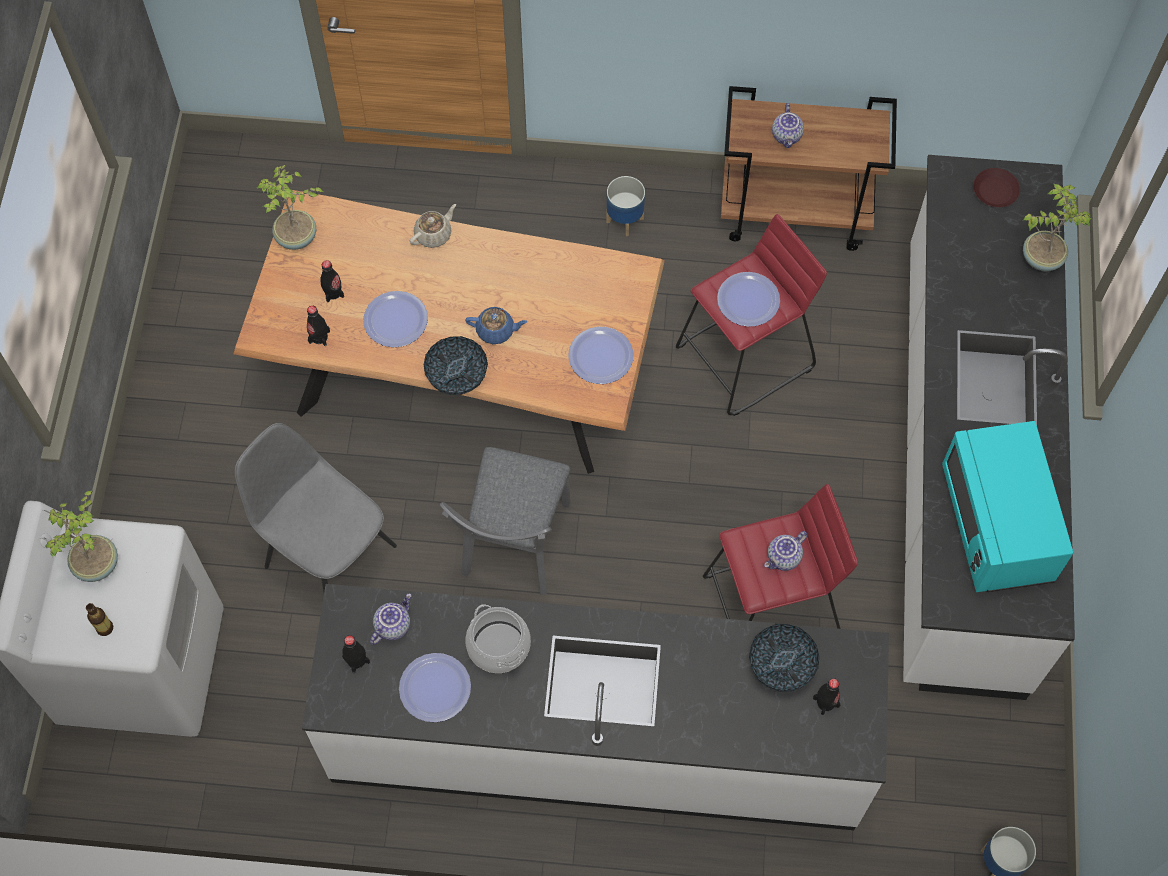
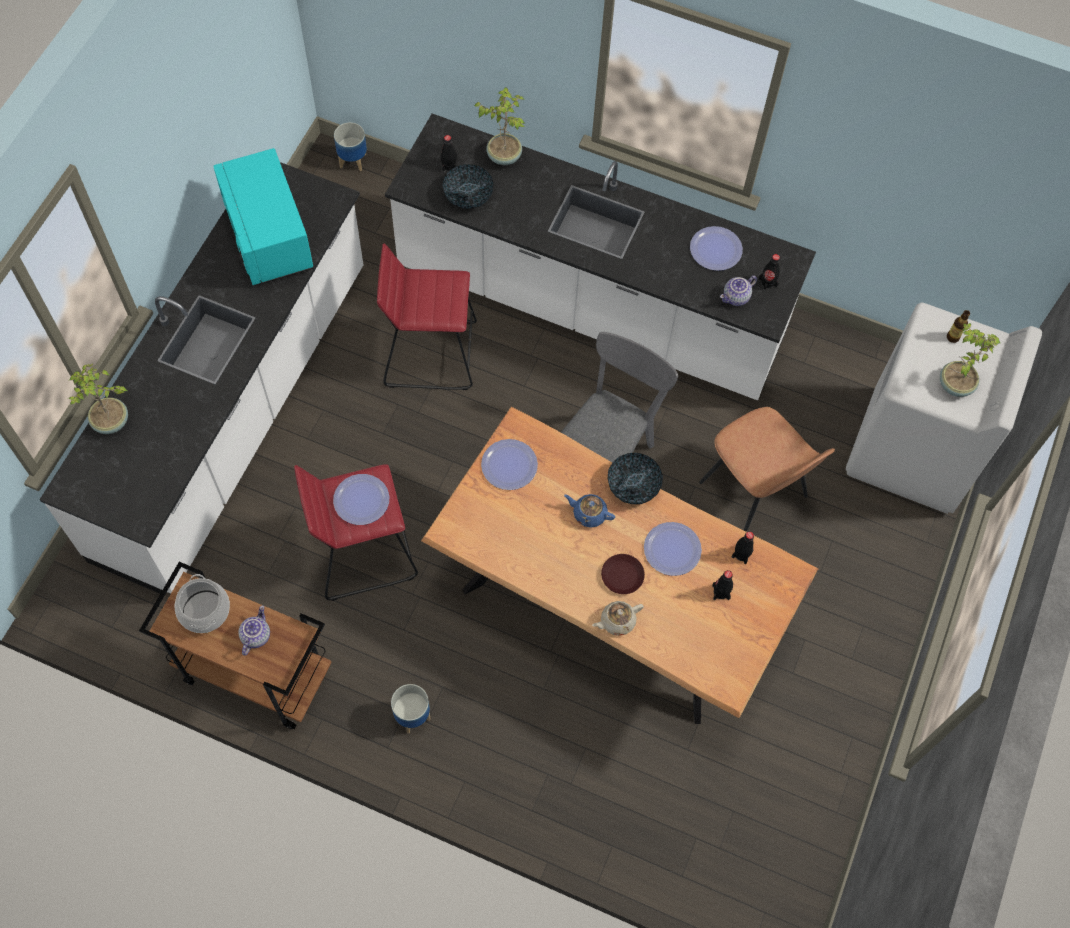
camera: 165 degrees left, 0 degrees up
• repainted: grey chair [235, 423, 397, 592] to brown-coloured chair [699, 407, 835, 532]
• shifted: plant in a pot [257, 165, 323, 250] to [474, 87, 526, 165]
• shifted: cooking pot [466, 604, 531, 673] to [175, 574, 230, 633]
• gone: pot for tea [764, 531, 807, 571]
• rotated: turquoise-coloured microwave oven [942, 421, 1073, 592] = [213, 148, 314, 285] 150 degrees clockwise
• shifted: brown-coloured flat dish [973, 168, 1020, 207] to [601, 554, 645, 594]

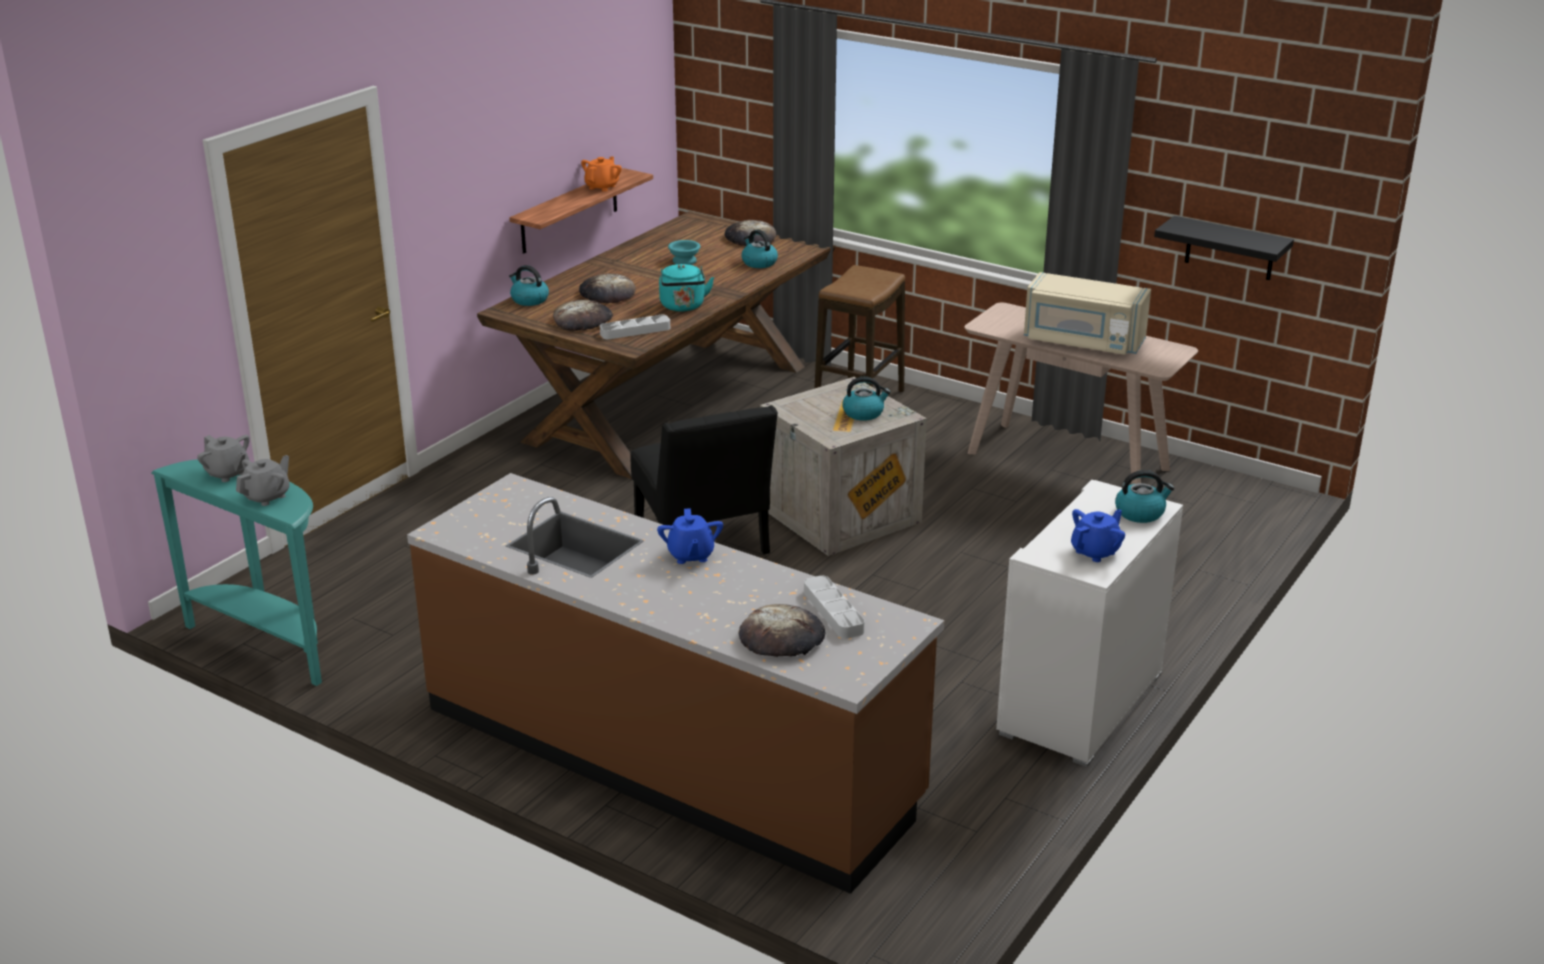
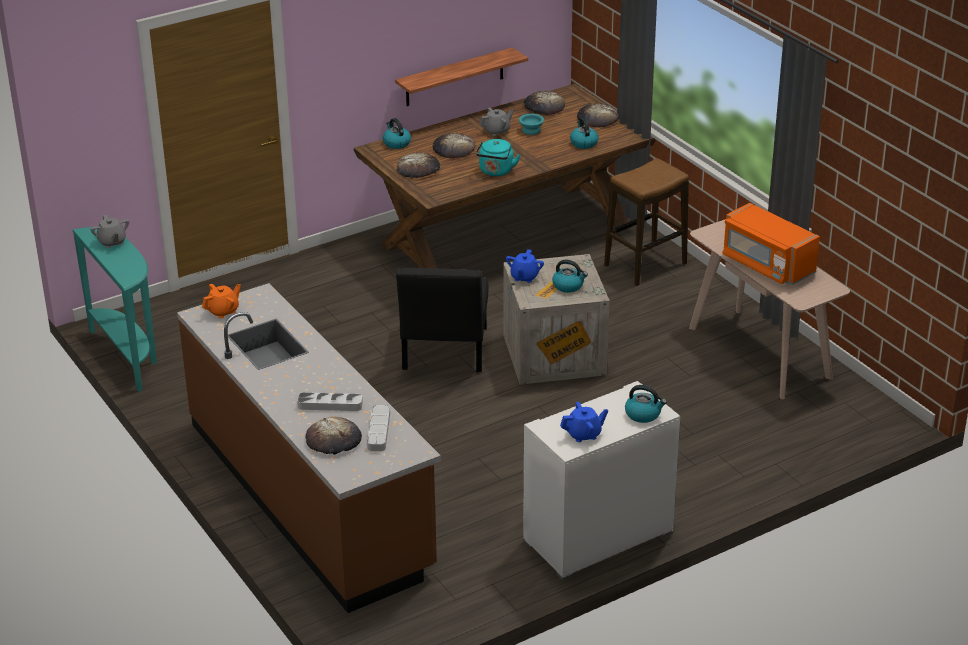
camera: 25 degrees right, 5 degrees up
• shifted: grey pot for tea [236, 455, 290, 506] to [480, 107, 514, 136]
• shifted: orange-coloured pot for tea [581, 156, 622, 192] to [202, 284, 241, 318]
• shifted: grey tray [600, 315, 670, 339] to [297, 392, 363, 411]
• shifted: blue pot for tea [657, 508, 723, 564] to [506, 249, 544, 283]
• repainted: beige microwave oven [1024, 272, 1151, 355] to orange-coloured microwave oven [722, 203, 820, 285]
• gone: black-coloured wall shelf [1154, 216, 1294, 280]
• new: bread [524, 91, 565, 115]

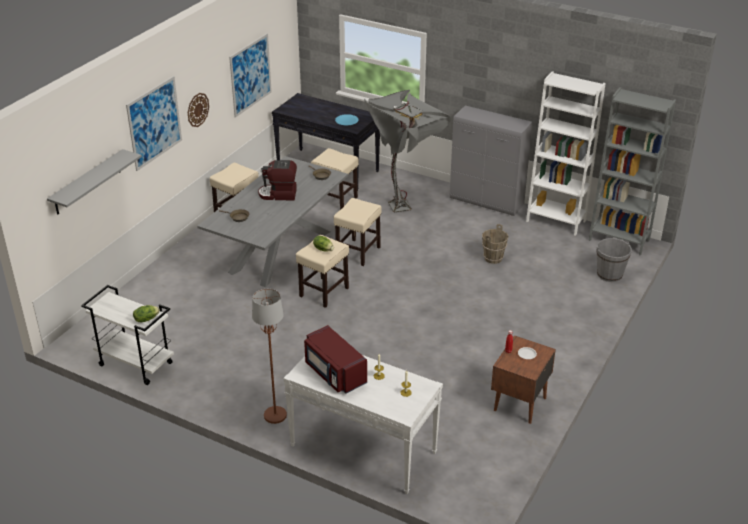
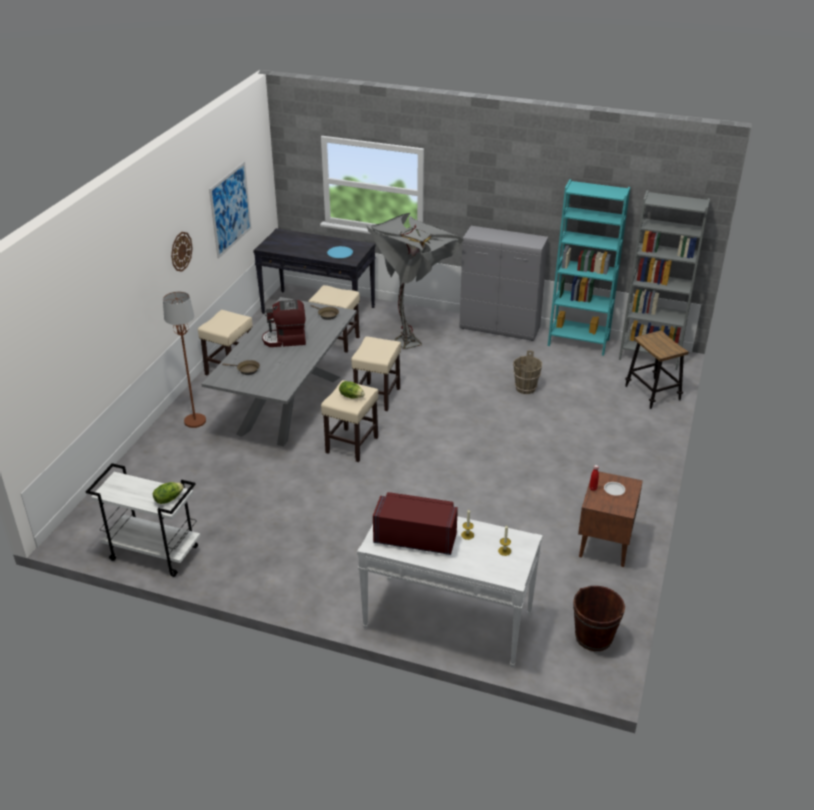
camera: 10 degrees left, 0 degrees up
• gone: grey wall shelf [47, 149, 142, 215]
• gone: picture [126, 76, 182, 171]
• shifted: brown-coloured floor lamp [252, 289, 287, 424] to [163, 291, 206, 428]
• rotated: red-coloured microwave oven [304, 325, 367, 394] = [373, 492, 458, 555] 150 degrees clockwise
• repainted: white-coloured shelving unit [526, 71, 606, 236] to turquoise-coloured shelving unit [548, 179, 630, 356]
• swapped: grey bucket [597, 238, 632, 282] to stool [625, 330, 689, 409]
• new: brown-coloured bucket [573, 586, 625, 651]

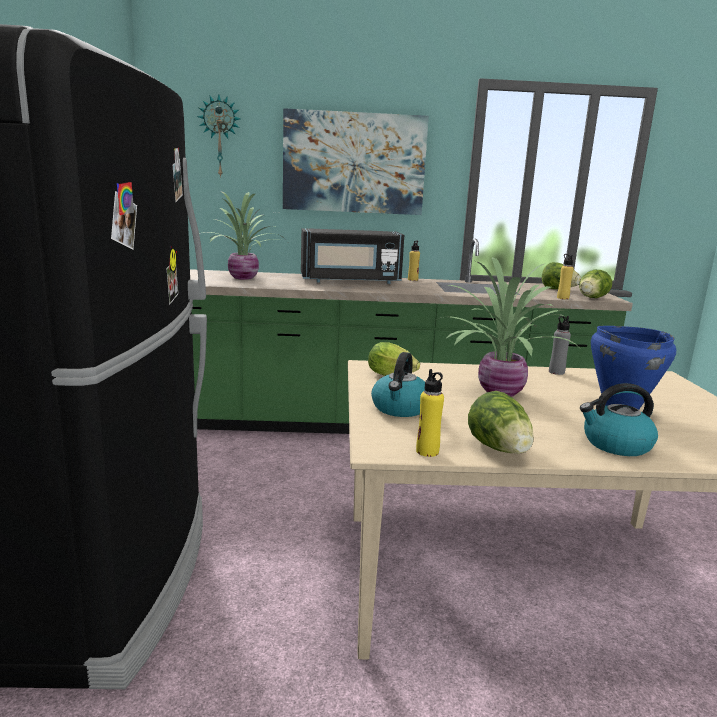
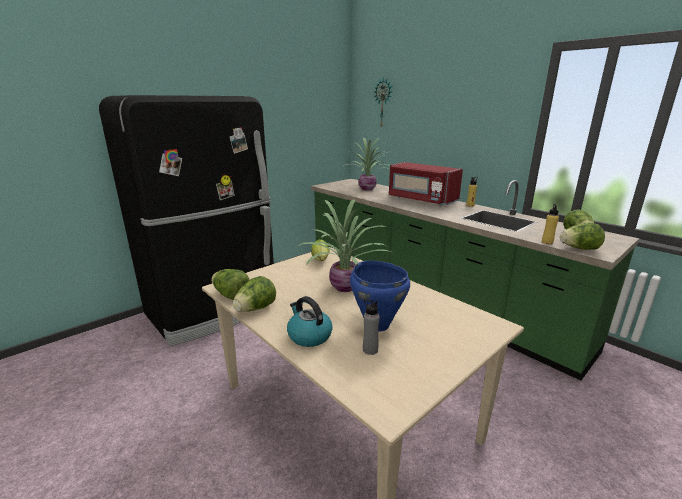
camera: 50 degrees right, 5 degrees up
• gone: picture [283, 108, 429, 215]
• repainted: black-coloured microwave oven [301, 228, 404, 284] to red-coloured microwave oven [389, 162, 463, 206]
• gone: kettle [371, 352, 425, 417]
• swapped: yellow bottle [416, 369, 444, 457] to head of lettuce [211, 269, 250, 300]
• shifted: grey bottle [549, 316, 571, 375] to [363, 299, 380, 355]

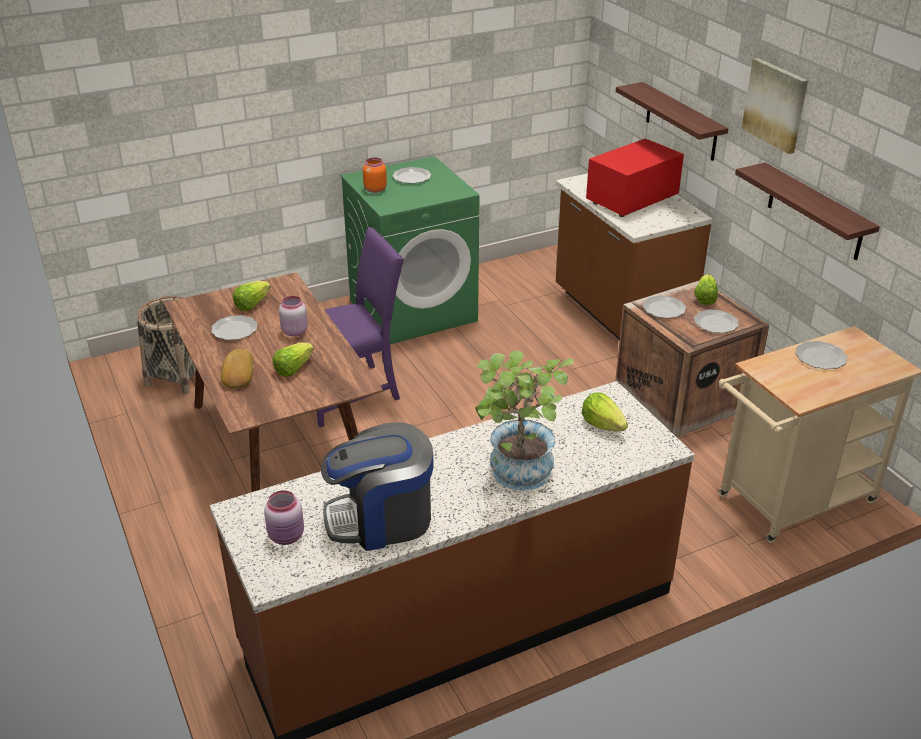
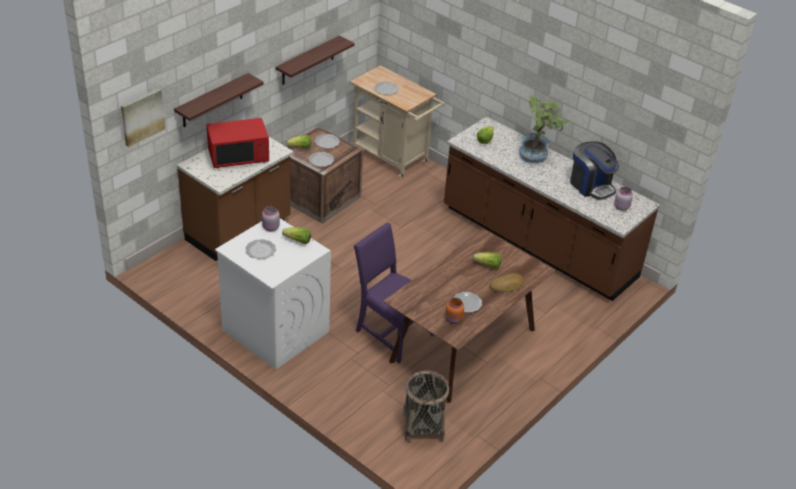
camera: 115 degrees left, 5 degrees up
• shifted: head of lettuce [233, 281, 271, 311] to [282, 227, 311, 244]
• shifted: pinkish preserve jar [279, 296, 308, 336] to [262, 206, 280, 232]
• repainted: green-coloured laundry machine [340, 156, 479, 344] to white-coloured laundry machine [215, 218, 331, 370]
• shifted: orange-coloured preserve jar [363, 157, 387, 193] to [445, 298, 464, 324]
• rotated: red-coloured microwave oven [586, 138, 684, 217] = [206, 118, 269, 168] 45 degrees counterclockwise
• shifted: picture [742, 58, 808, 154] to [121, 88, 165, 147]

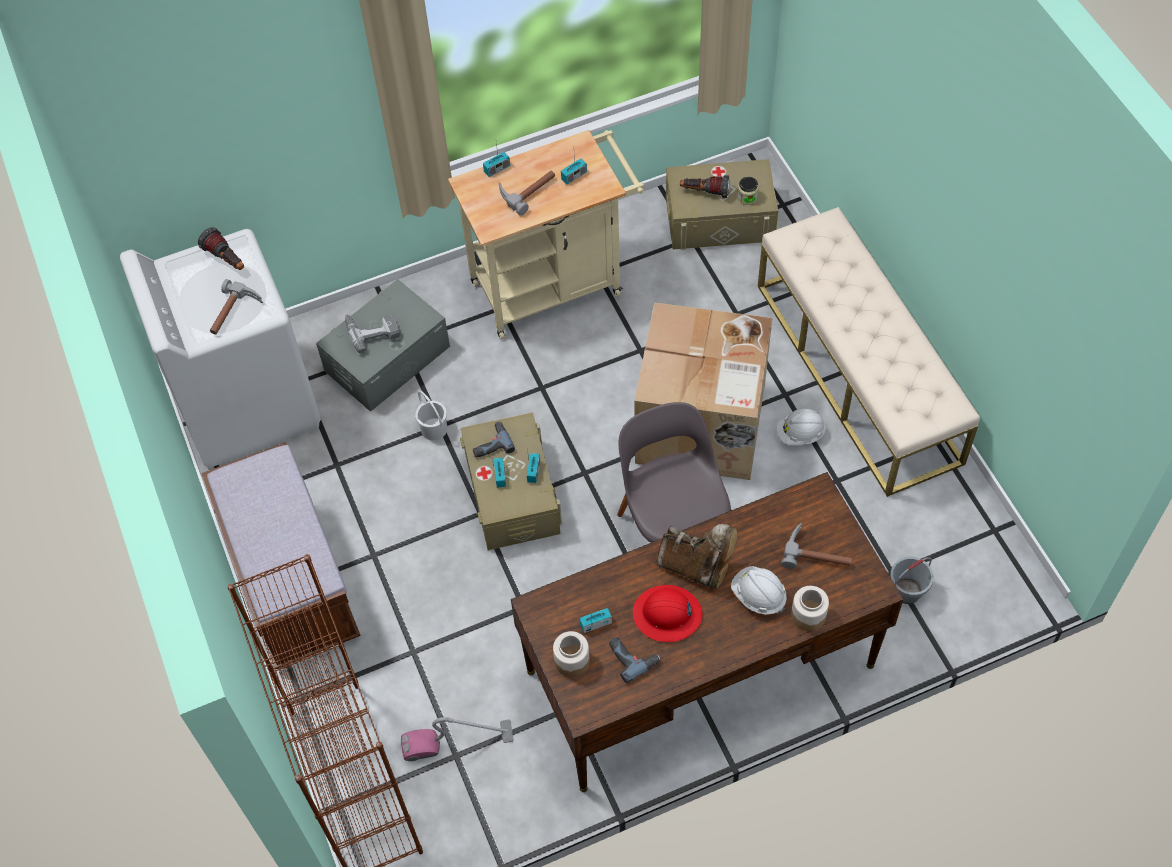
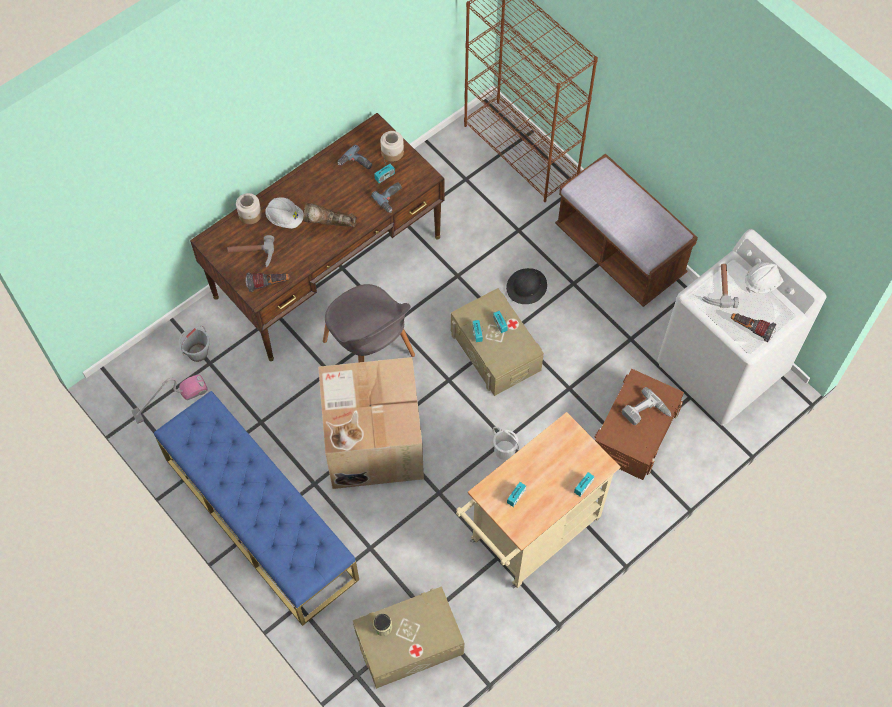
camera: 160 degrees right, 5 degrees up
• repainted: grey storage container [316, 279, 450, 412] to brown-coloured storage container [595, 368, 684, 480]
• shifted: vacuum [401, 717, 514, 761] to [131, 375, 208, 423]
• shifted: white-coloured bucket [415, 391, 448, 440] to [492, 427, 520, 460]
• shifted: drill [473, 421, 515, 458] to [371, 182, 402, 213]
• gone: hammer [499, 171, 555, 216]
• gone: red-coloured hard hat [633, 585, 703, 642]
• shifted: torch [680, 175, 731, 198] to [246, 273, 290, 292]
• repainted: beige bench [758, 207, 980, 497] to blue bench [154, 391, 359, 626]
• shifted: white-coloured hard hat [777, 408, 826, 445] to [745, 262, 784, 293]
• new: black-coloured hard hat [506, 268, 547, 304]

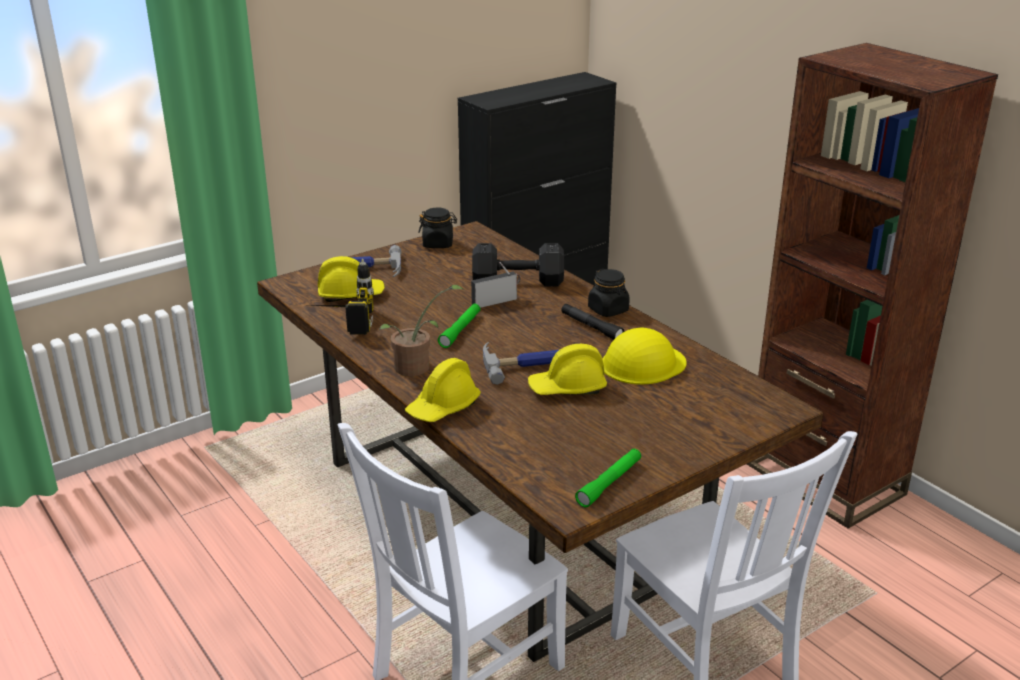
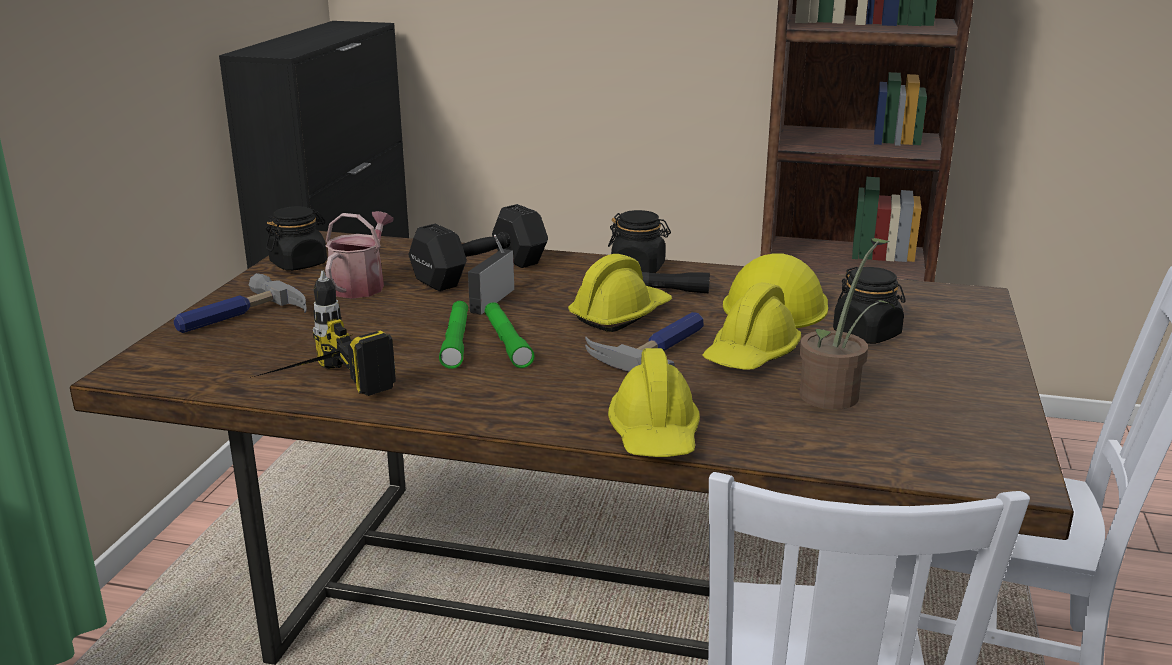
camera: 40 degrees left, 5 degrees down
• shifted: yellow hard hat [318, 256, 385, 302] to [568, 254, 672, 332]
• shifted: plant in a pot [379, 285, 464, 376] to [799, 238, 895, 410]
• shifted: green-coloured torch [575, 449, 641, 507] to [439, 301, 468, 369]
• new: watering pot [325, 211, 393, 298]
• new: black-coloured preserve jar [833, 267, 906, 344]

